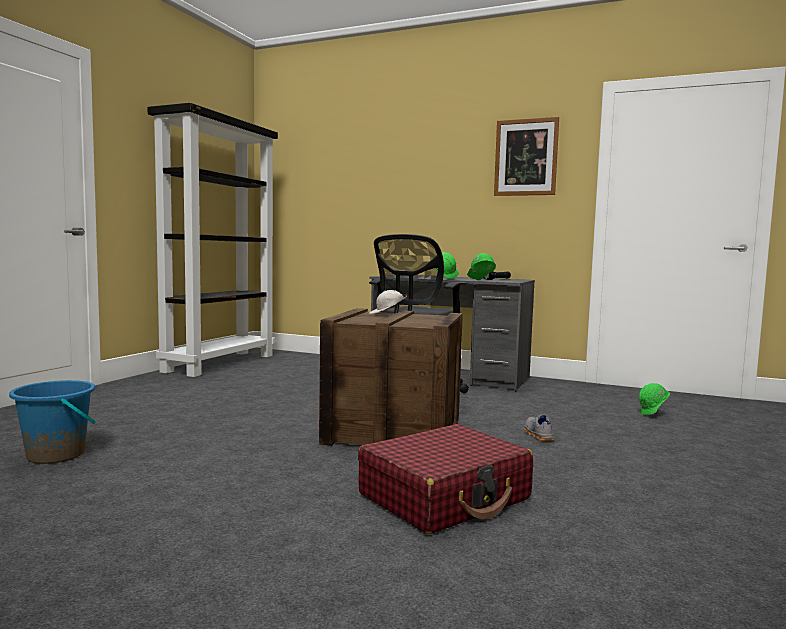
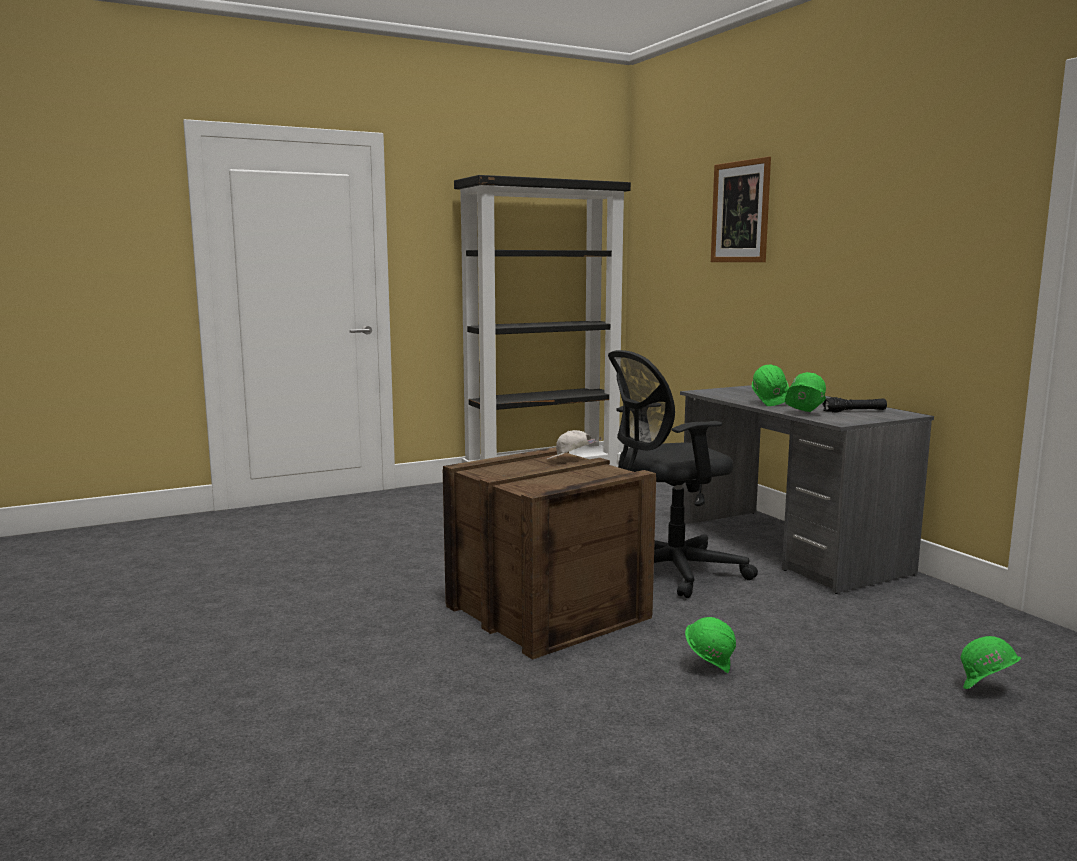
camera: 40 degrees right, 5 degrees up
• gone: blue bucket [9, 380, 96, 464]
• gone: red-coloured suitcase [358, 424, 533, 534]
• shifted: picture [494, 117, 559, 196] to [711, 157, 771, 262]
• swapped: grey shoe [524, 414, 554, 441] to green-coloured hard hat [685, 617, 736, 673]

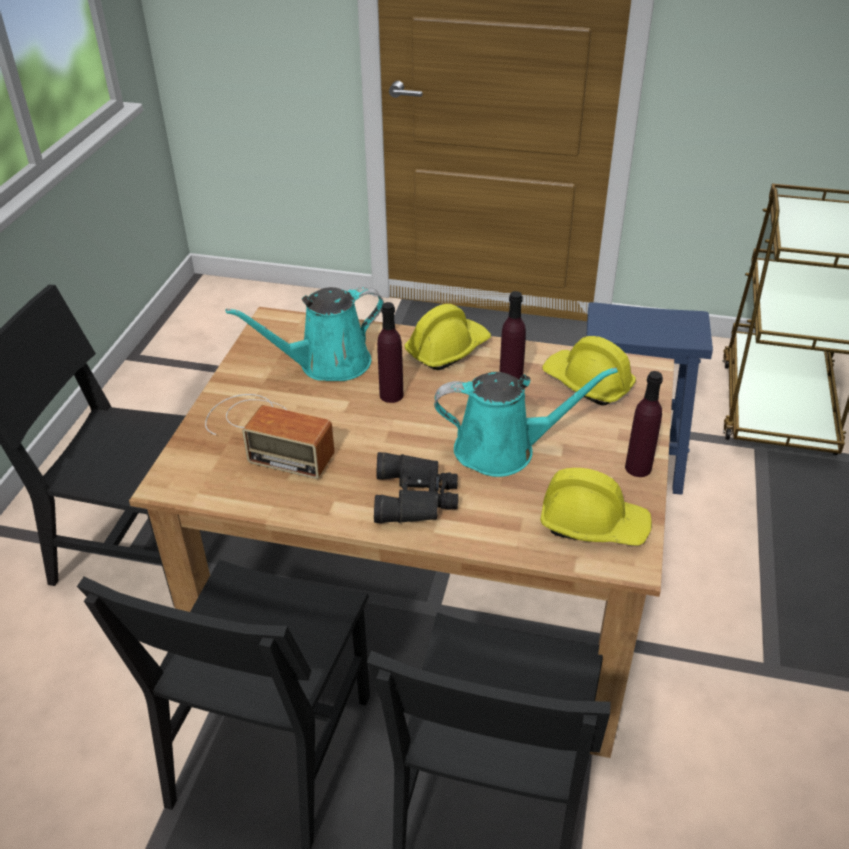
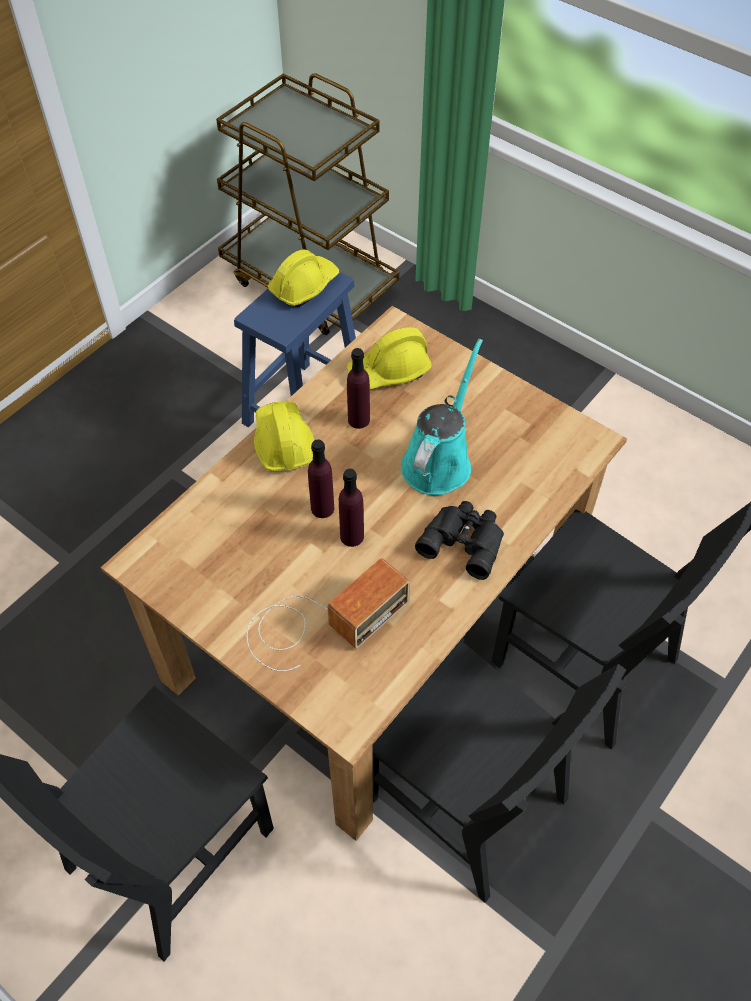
camera: 65 degrees left, 15 degrees up
• gone: turquoise-coloured watering pot [225, 287, 384, 381]
• shifted: yellow hard hat [540, 468, 652, 546] to [268, 249, 339, 307]
• shifted: purple bottle [625, 371, 663, 477] to [339, 469, 364, 547]

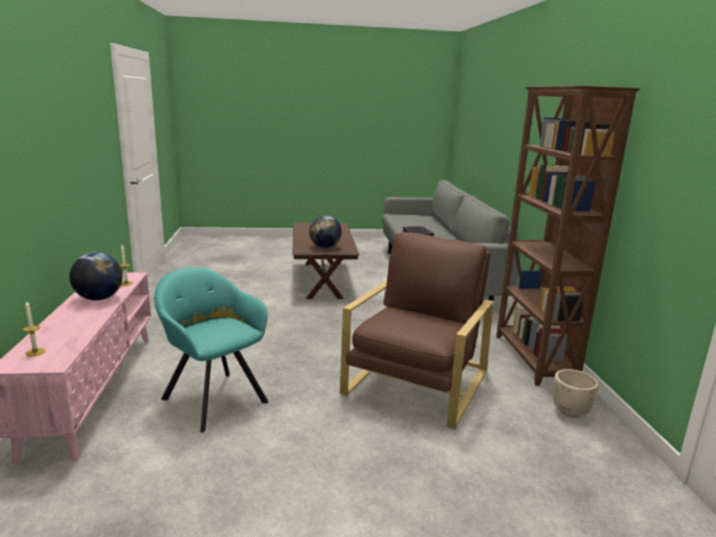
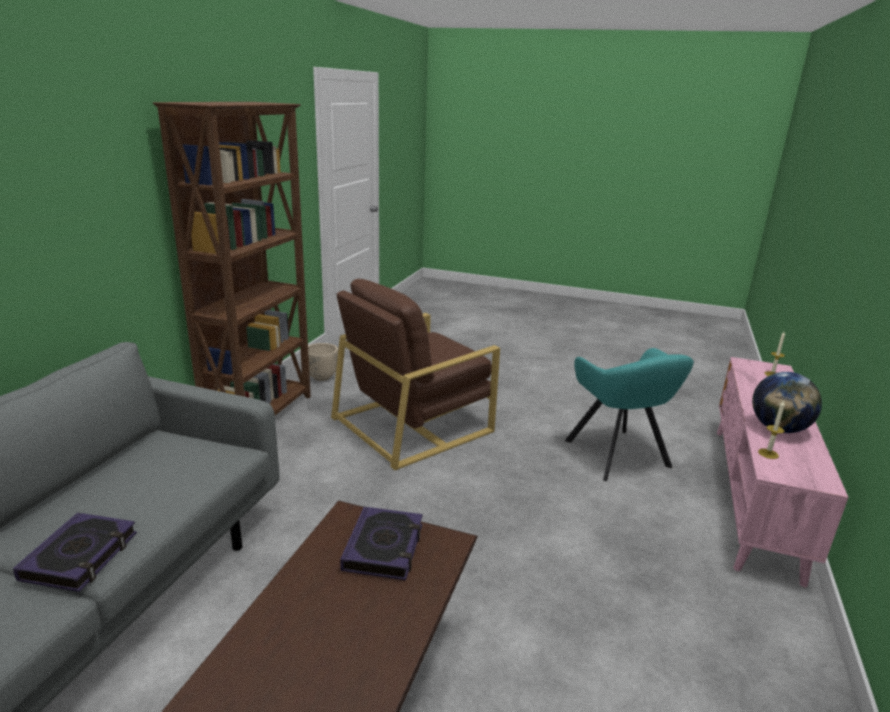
camera: 155 degrees left, 5 degrees up
• swapped: desk globe [309, 215, 342, 248] to volume [340, 507, 423, 580]

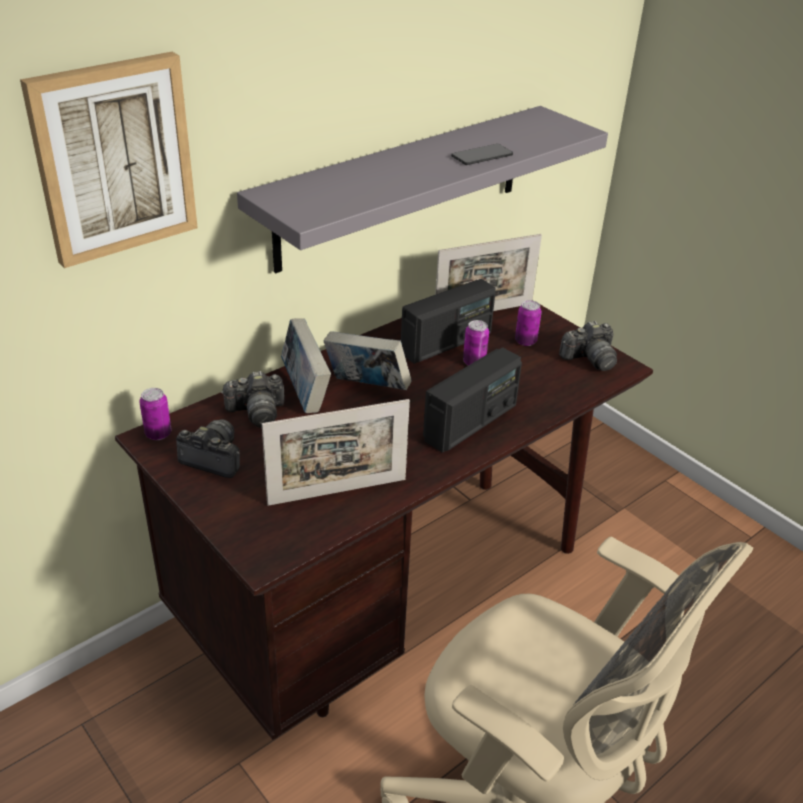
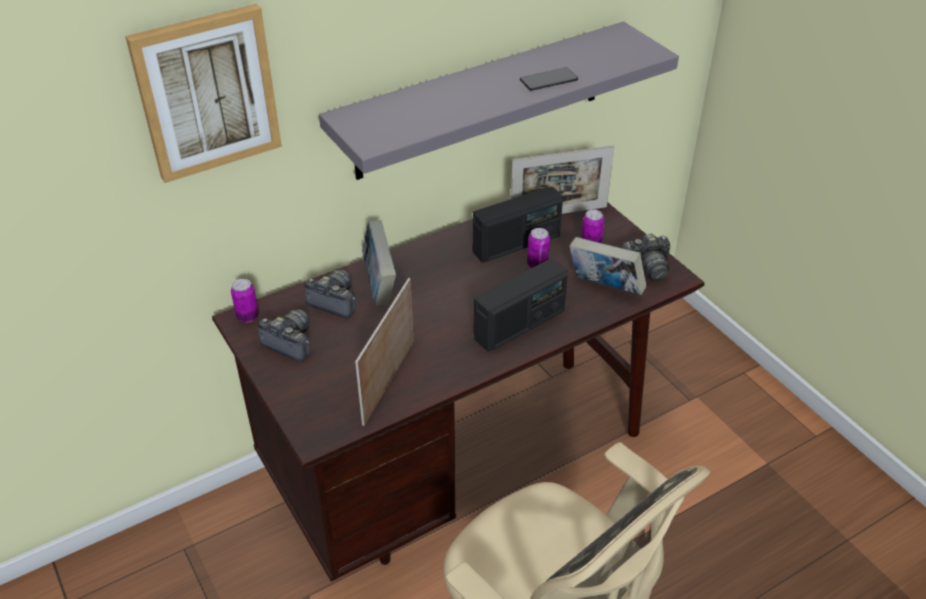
camera: 10 degrees right, 5 degrees up
• rotated: still camera [221, 371, 285, 428] = [304, 270, 355, 318] 150 degrees counterclockwise
• rotated: standing frame [262, 399, 410, 506] = [355, 278, 414, 426] 120 degrees clockwise
• shifted: volume [324, 331, 412, 390] to [570, 237, 646, 295]

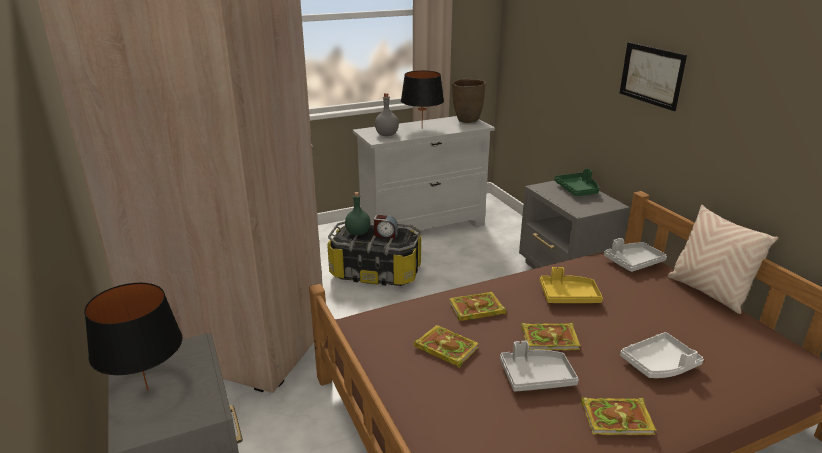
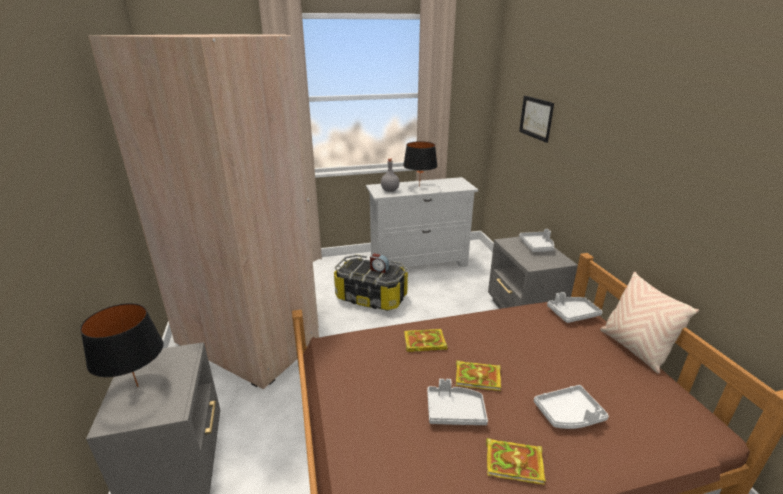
camera: 10 degrees right, 0 degrees up
• gone: green-coloured bottle [345, 192, 371, 236]
• gone: volume [414, 325, 478, 368]
• gone: brown-coloured flower vase [452, 79, 486, 123]
• gone: yellow tray [540, 267, 603, 303]
• repainted: green-coloured tray [554, 168, 599, 196] to grey tray [519, 229, 554, 252]
• shifted: picture [620, 42, 687, 111] to [519, 96, 554, 143]

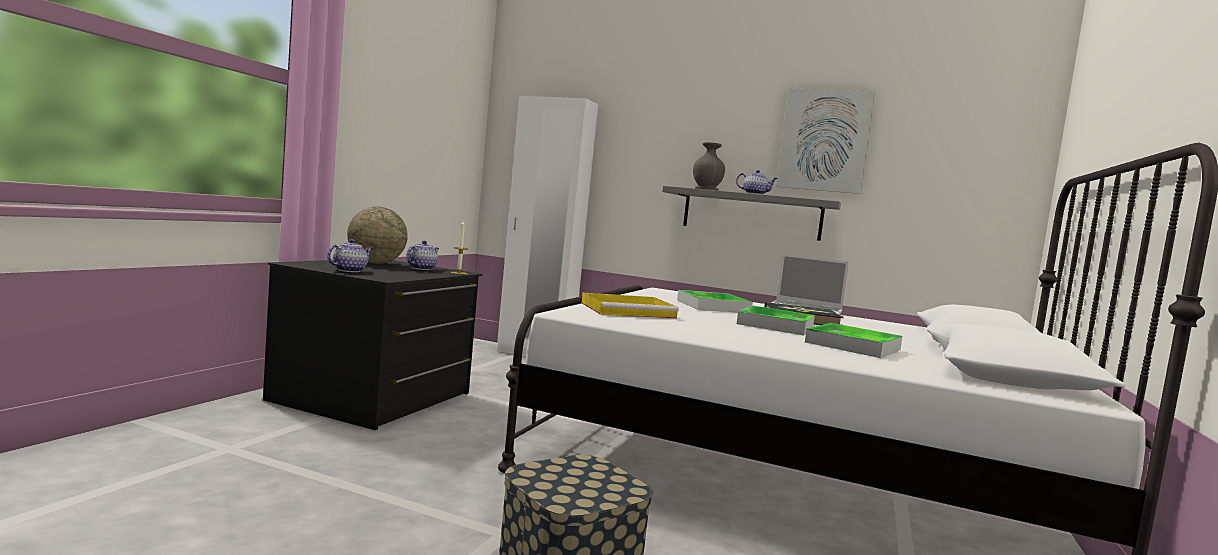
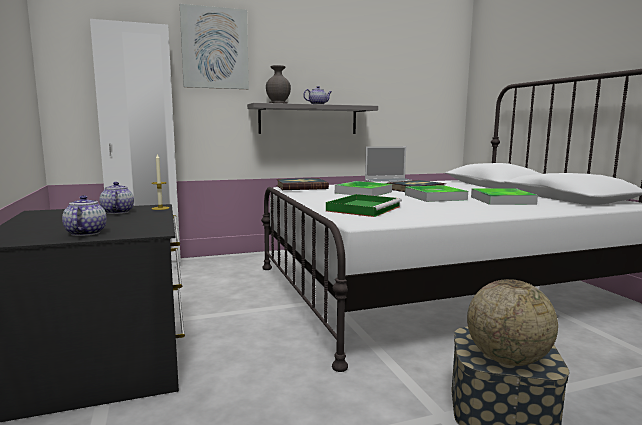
camera: 40 degrees left, 5 degrees up
• shifted: desk globe [347, 207, 408, 264] to [467, 279, 558, 366]
• repainted: yellow tray [582, 293, 679, 318] to green-coloured tray [326, 194, 402, 217]
• shifted: picture [776, 88, 876, 194] to [180, 4, 249, 89]
• new: volume [276, 178, 329, 190]

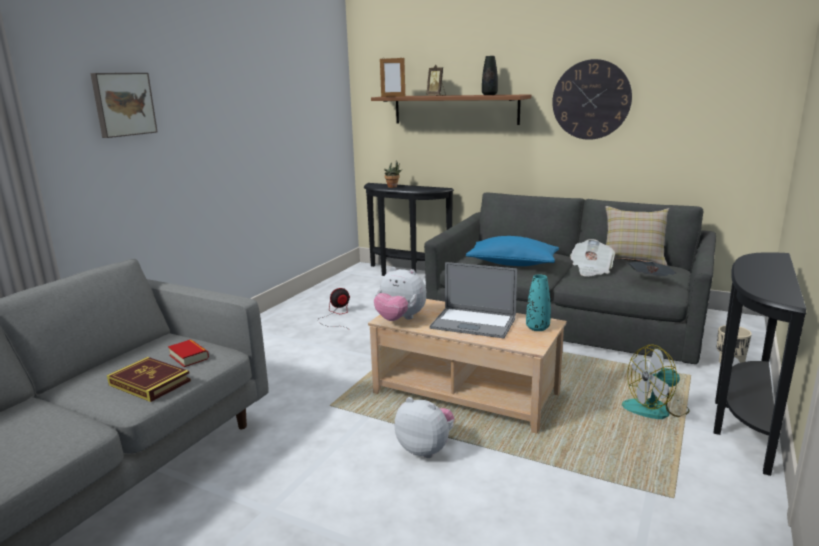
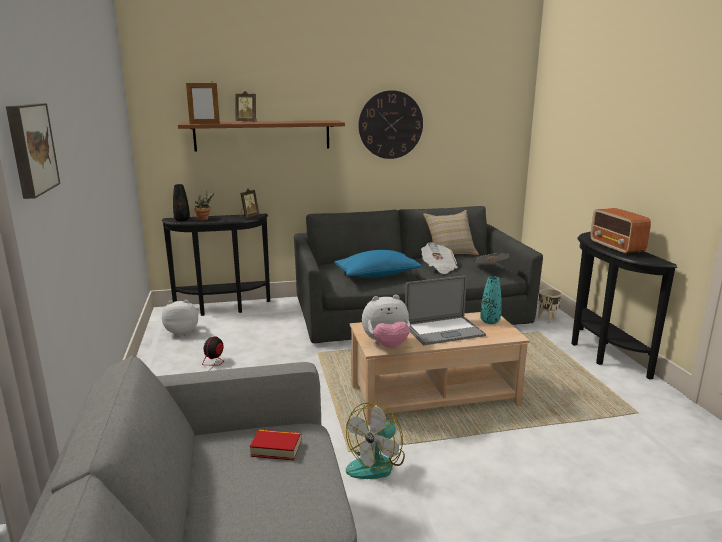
camera: 40 degrees left, 0 degrees up
• gone: volume [107, 357, 191, 402]
• shifted: soft toy [395, 397, 455, 458] to [162, 300, 198, 336]
• shifted: black-coloured flower vase [482, 56, 498, 95] to [173, 184, 190, 221]
• shifted: fan [622, 344, 690, 419] to [346, 402, 405, 479]
• new: standing frame [240, 188, 259, 218]
• new: radio set [590, 208, 651, 255]

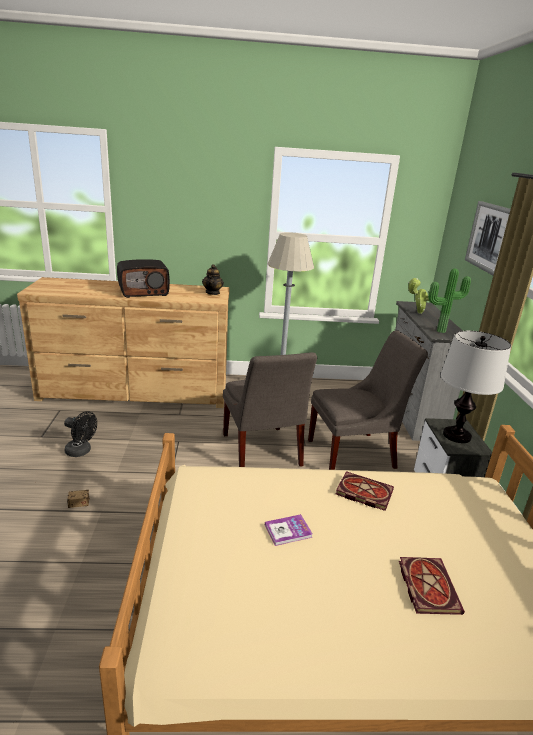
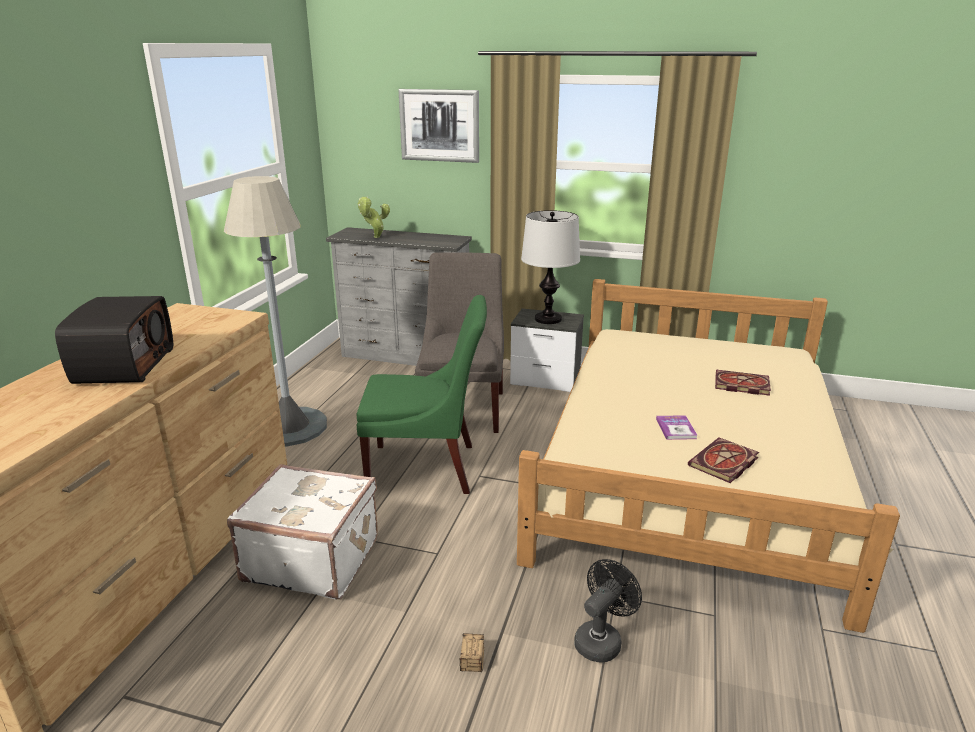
camera: 70 degrees left, 0 degrees up
• shifted: black-coloured fan [64, 411, 97, 457] to [574, 559, 642, 663]
• gone: pot for tea [202, 264, 224, 295]
• repainted: grey chair [223, 352, 317, 467] to green-coloured chair [356, 295, 487, 494]
• shifted: volume [336, 471, 394, 511] to [688, 437, 759, 483]
• gone: plant in a pot [428, 269, 471, 333]
• new: white-coloured suitcase [227, 464, 378, 599]

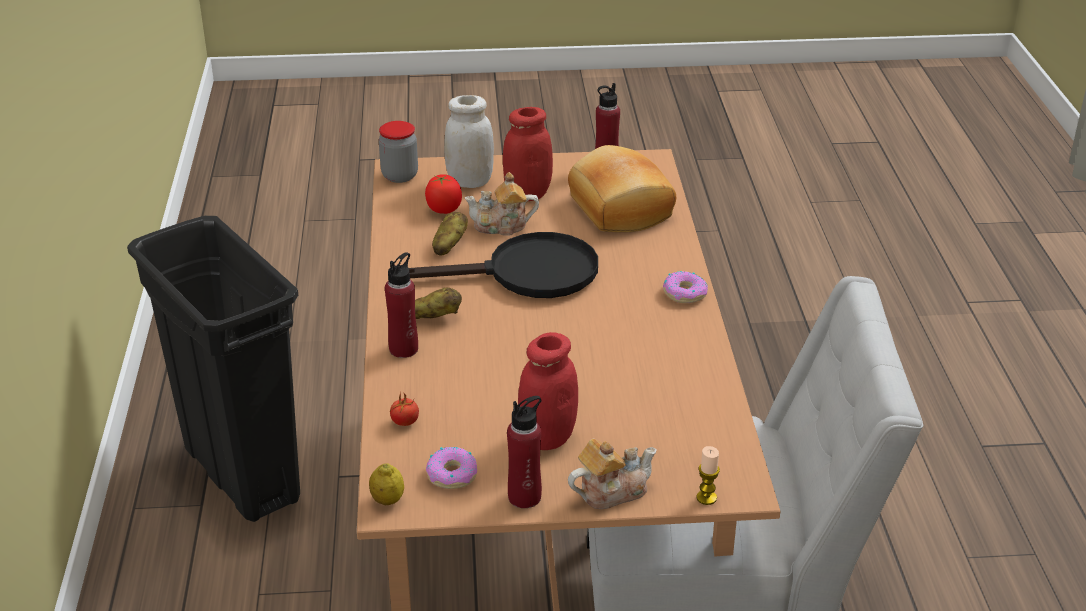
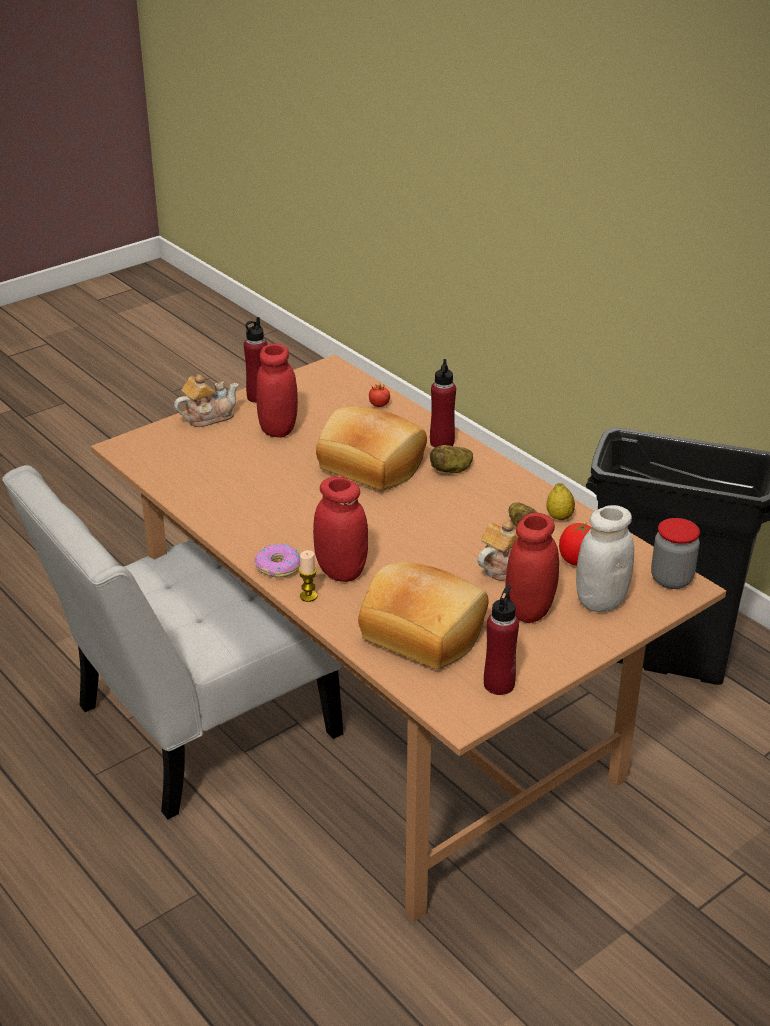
camera: 145 degrees right, 0 degrees up
• shifted: lemon [369, 463, 404, 505] to [547, 483, 575, 520]
• gone: black-coloured frying pan [409, 232, 598, 298]
• gone: ring doughnut [426, 447, 477, 489]
• rotated: pot for tea [568, 439, 657, 509] = [174, 374, 239, 427] 150 degrees counterclockwise
• shifted: wax candle [696, 446, 720, 505] to [299, 550, 318, 602]
• new: red-coloured preserve jar [313, 476, 368, 582]
• new: bread [316, 407, 427, 491]

